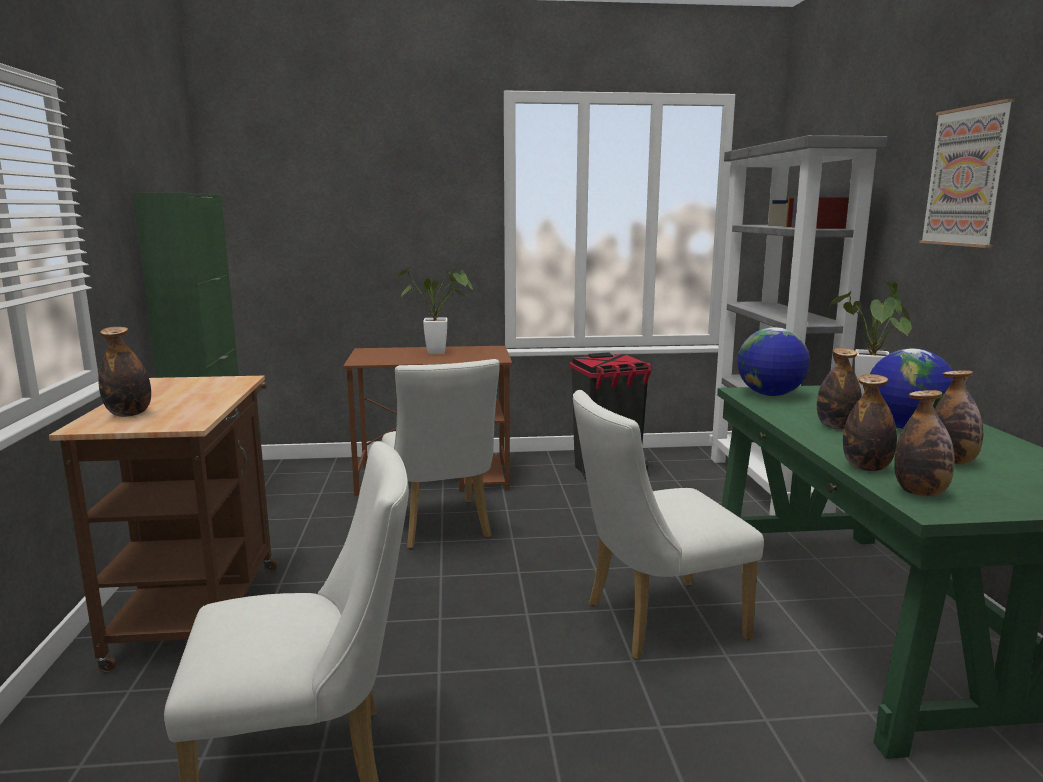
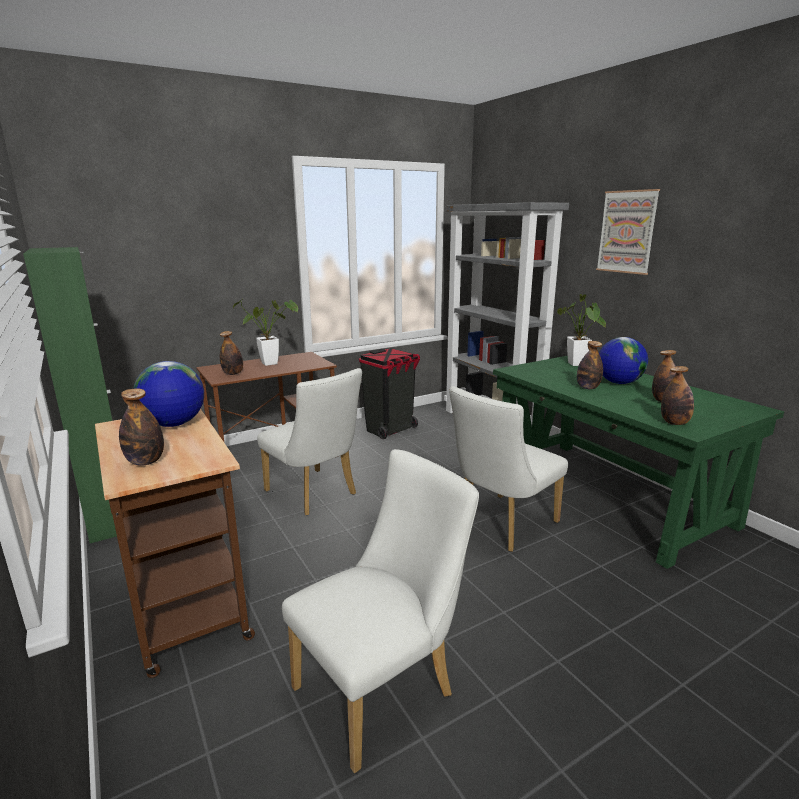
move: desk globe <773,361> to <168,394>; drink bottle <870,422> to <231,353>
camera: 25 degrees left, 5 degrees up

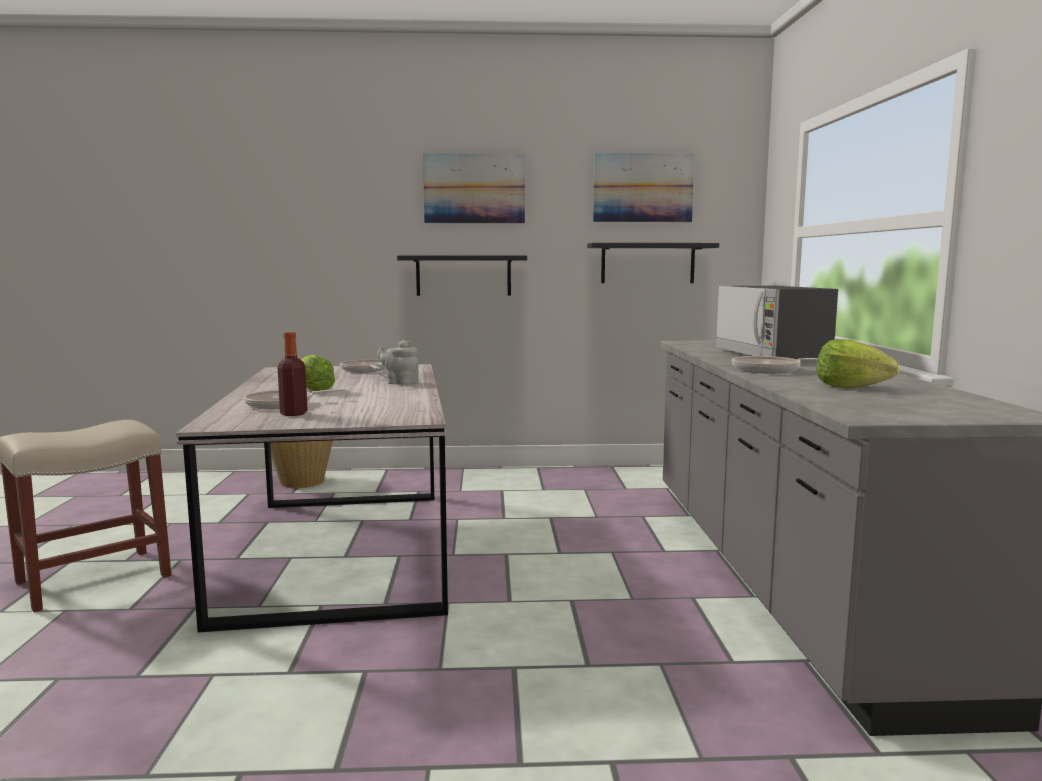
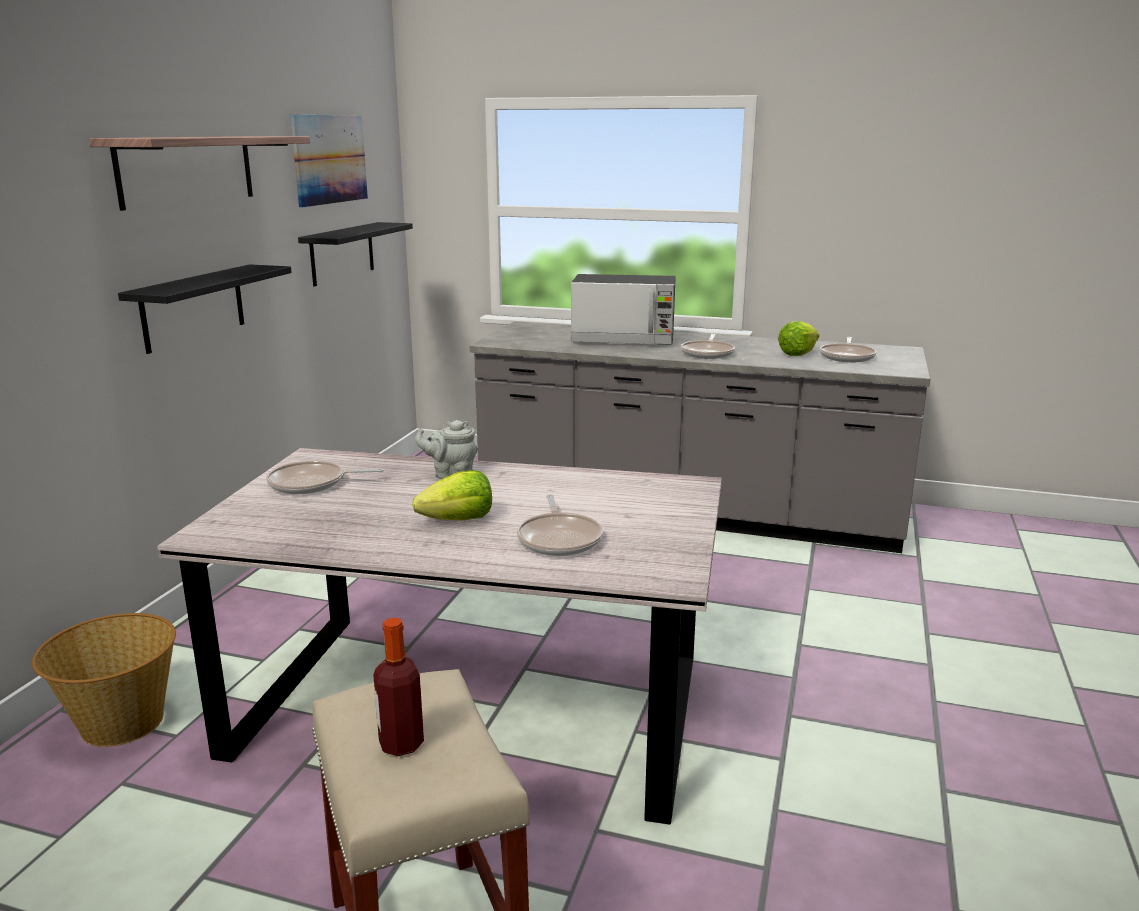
insert: skillet <848,349>
move: drink bottle <293,374> to <398,686>
replace: picture <474,188> to bracket shelf <199,173>
rotate: greyish pot for tea <397,362> = <446,449> 45 degrees clockwise
camera: 70 degrees left, 10 degrees up

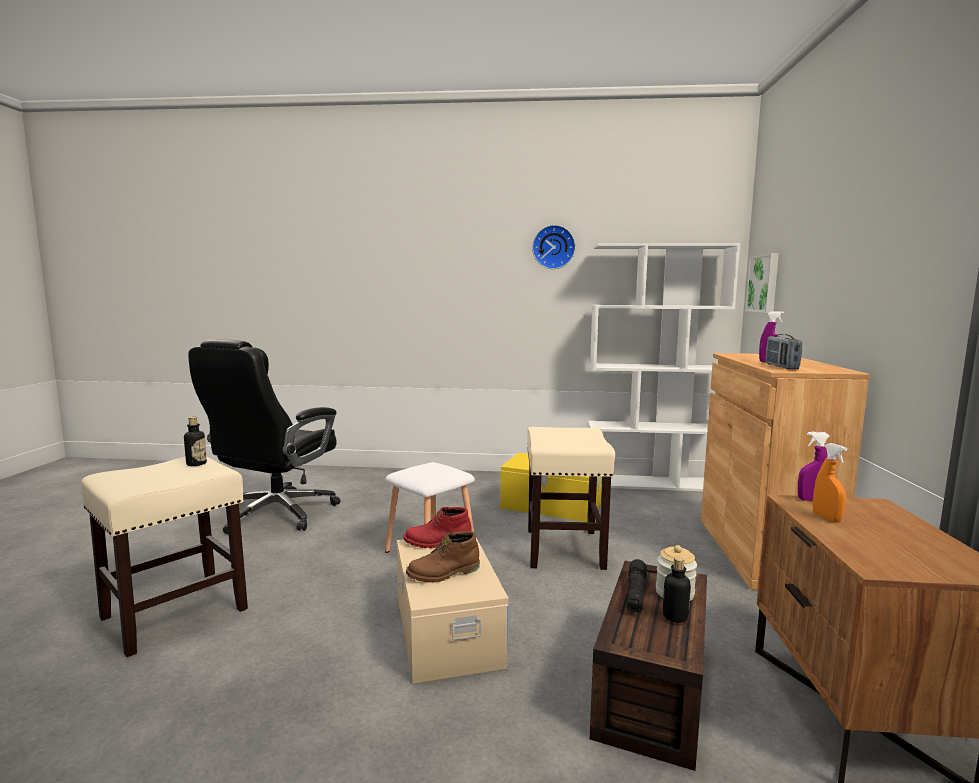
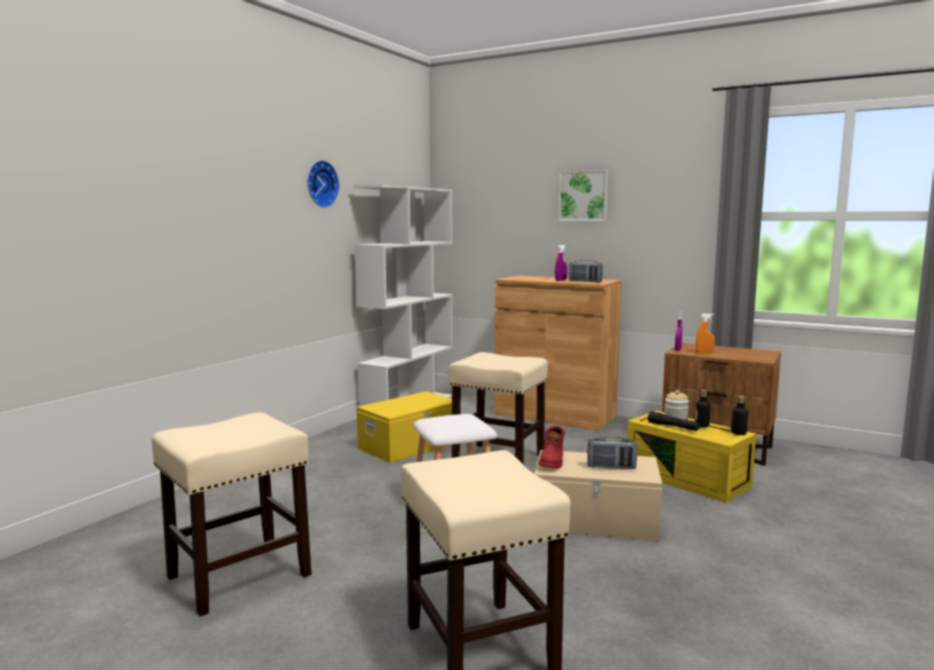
move: picture <762,283> to <583,195>; drink bottle <195,441> to <740,415>
replace: black-coloured computer chair <264,436> to beige stool seat <232,514>; brown boot <443,556> to radio <612,453>
recolor: brown storage bin <648,666> to yellow storage bin <691,457>
camera: 65 degrees left, 0 degrees up

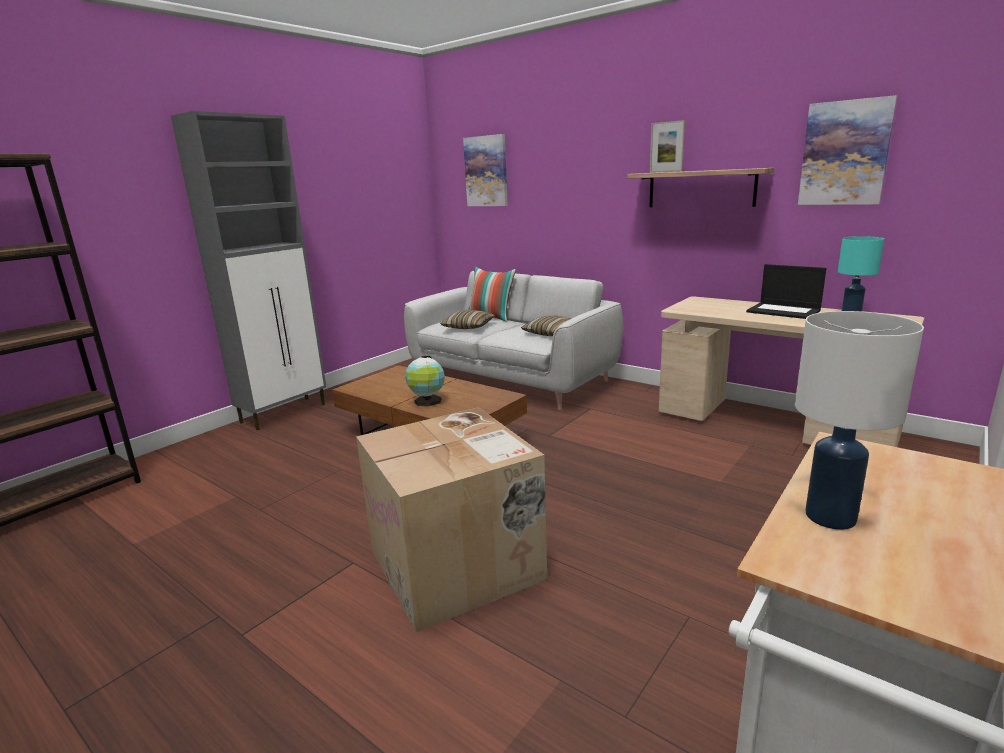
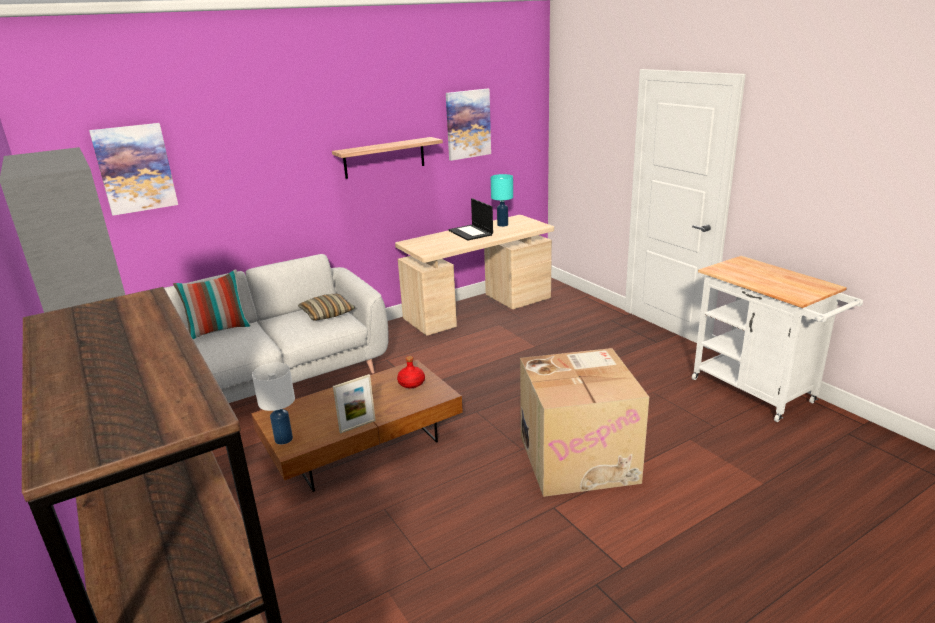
delete: desk globe <425,381>; cushion <467,319>
insert: red drink bottle <411,372>
move: whitish table lamp <859,420> to <273,403>; picture frame <667,146> to <354,404>
rotate: laptop <786,291> = <470,219> 90 degrees clockwise
camera: 70 degrees left, 5 degrees up

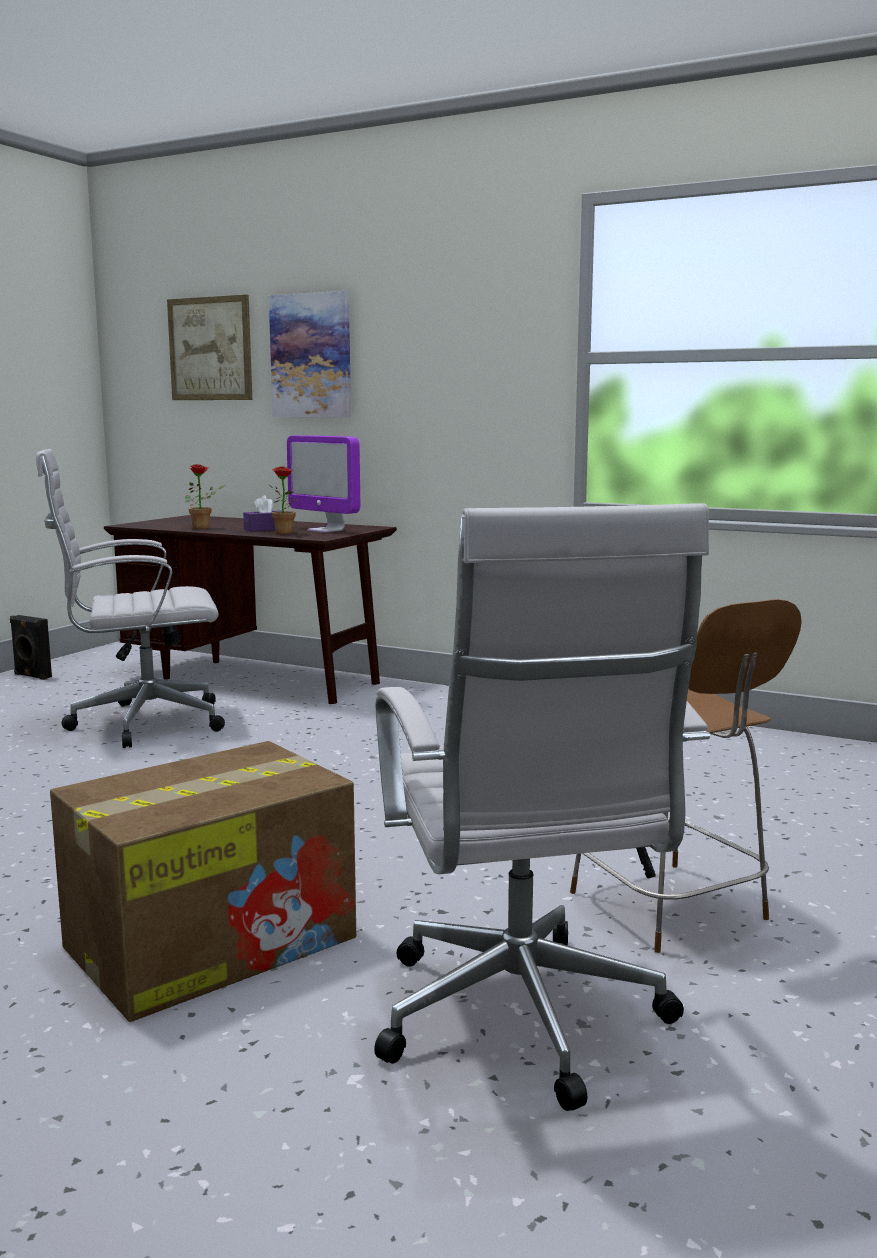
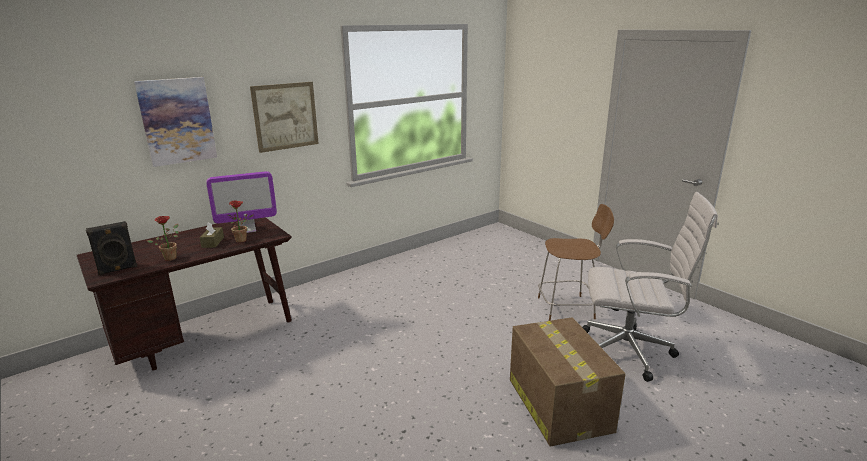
delete: whitish computer chair <130,598>
move: black-coloured speaker <31,647> to <112,248>; picture <209,347> to <284,117>
recolor: purple-coloured box of tissues <261,513> to brown box of tissues <212,235>
camera: 65 degrees left, 10 degrees up

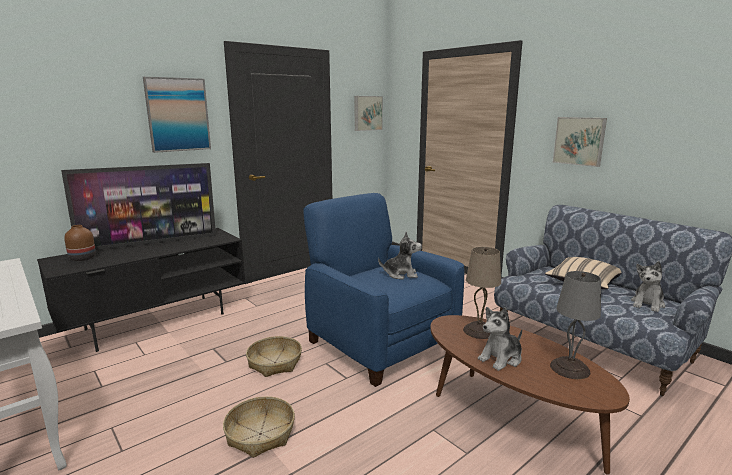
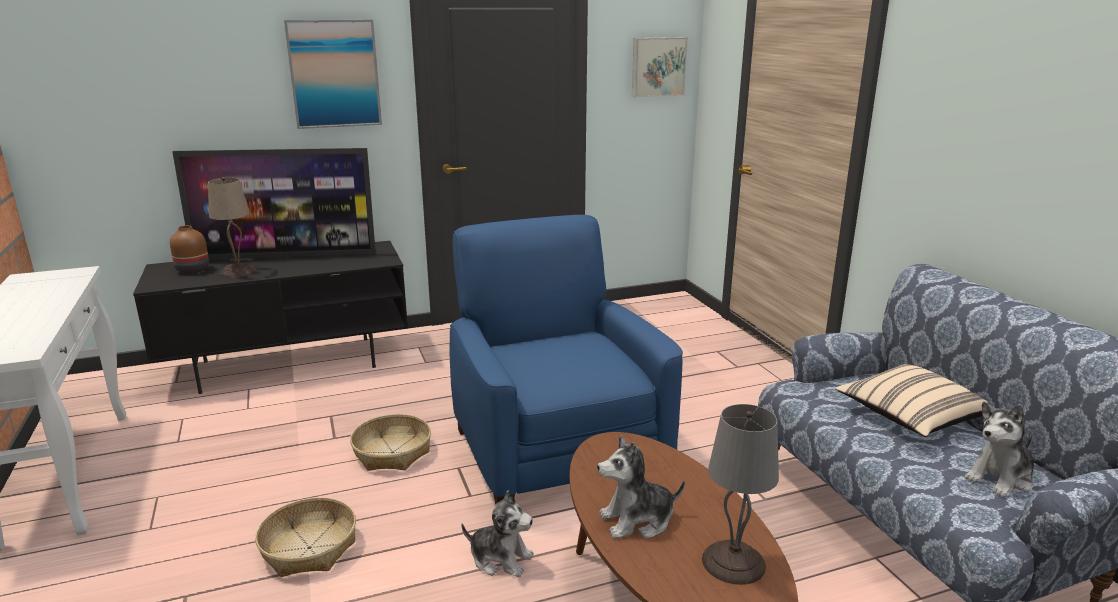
delete: picture <580,142>
move: beige table lamp <482,293> to <232,227>; plush toy <400,255> to <497,533>
camera: 20 degrees right, 5 degrees up

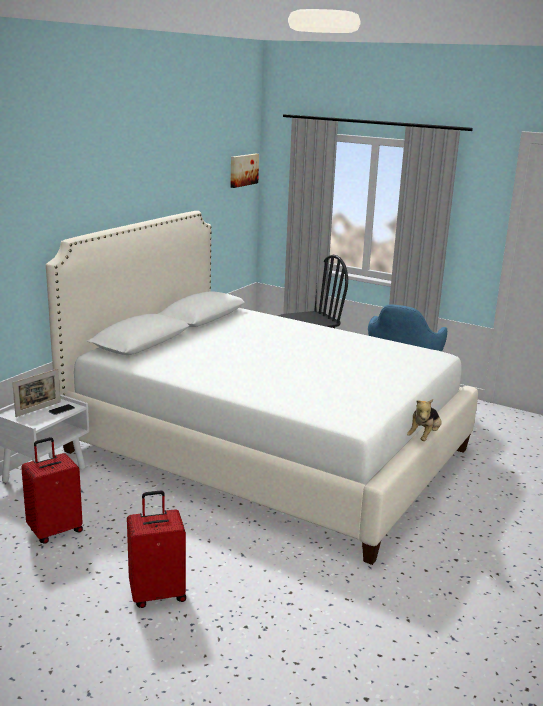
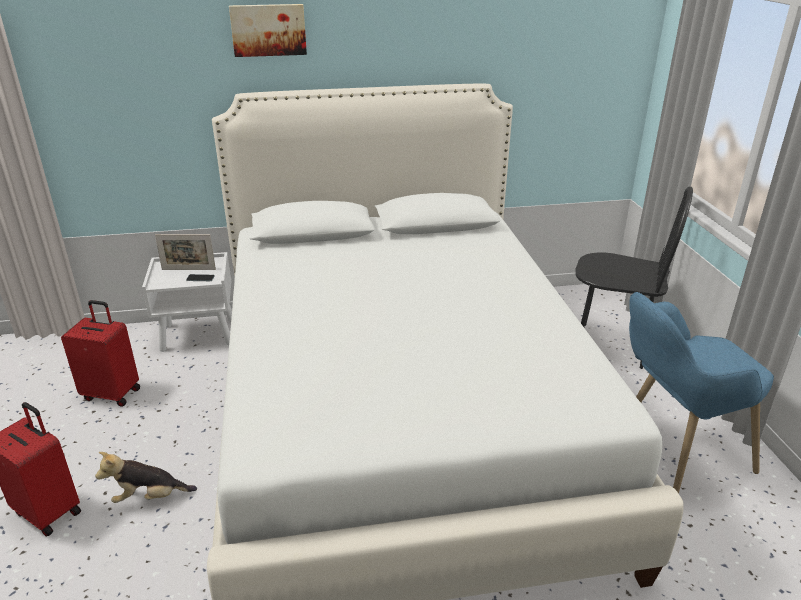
move: plush toy <424,420> to <146,477>; picture <244,170> to <268,30>
camera: 50 degrees right, 10 degrees up

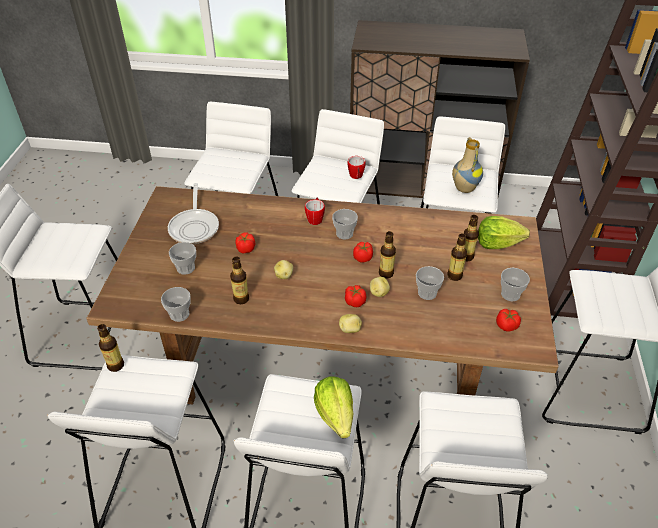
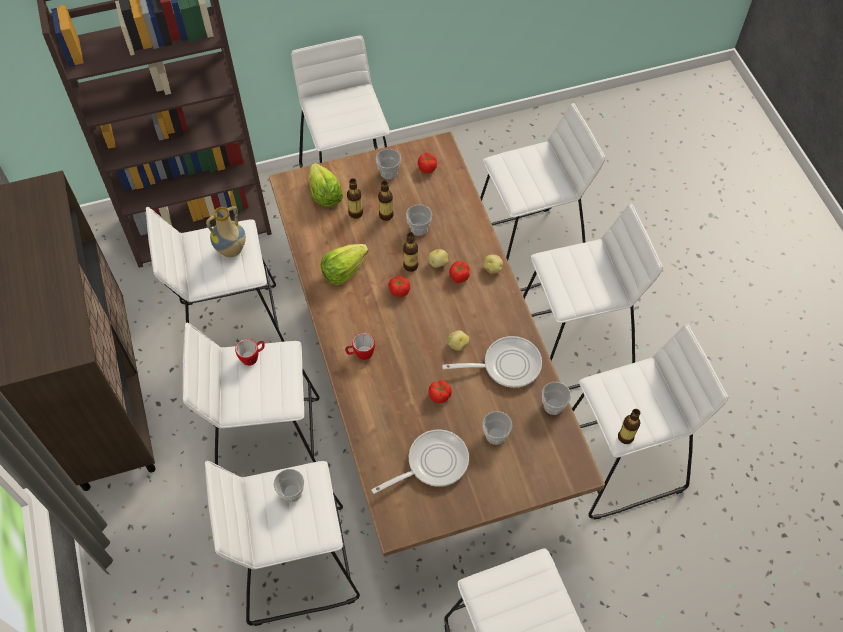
move: drinking cup <345,224> to <289,485>; lettuce head <334,407> to <344,264>
replace: drink bottle <239,280> to skillet <492,362>
camera: 115 degrees left, 15 degrees up

